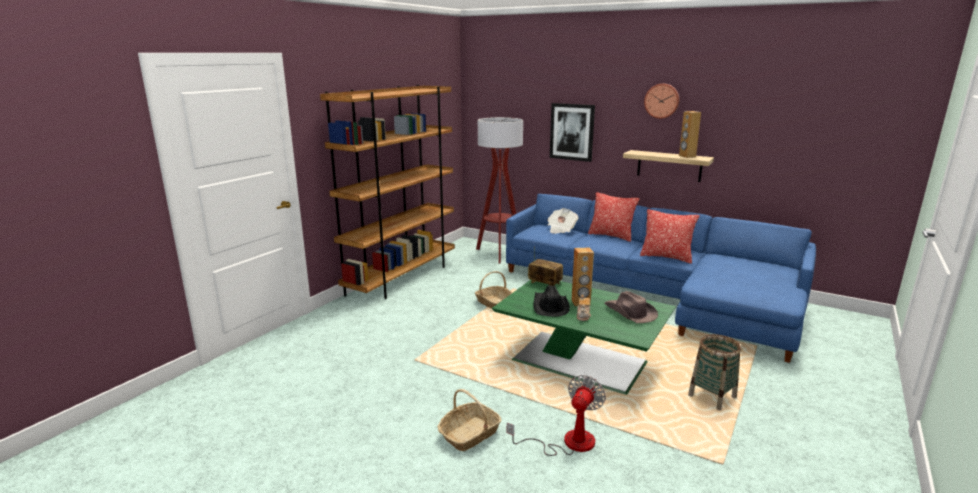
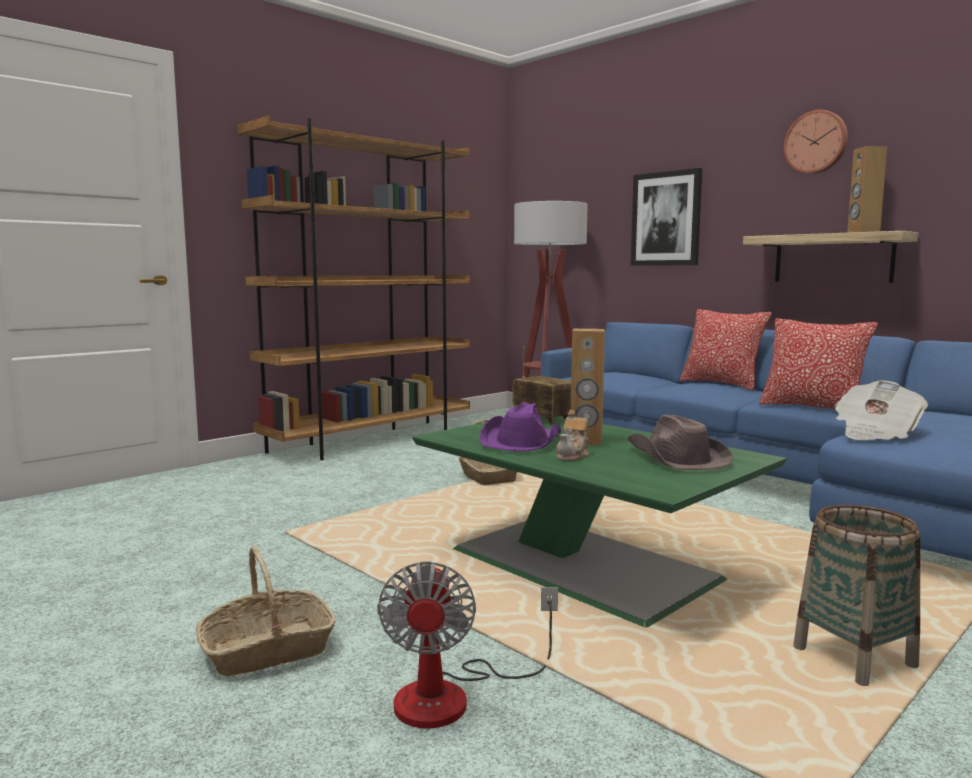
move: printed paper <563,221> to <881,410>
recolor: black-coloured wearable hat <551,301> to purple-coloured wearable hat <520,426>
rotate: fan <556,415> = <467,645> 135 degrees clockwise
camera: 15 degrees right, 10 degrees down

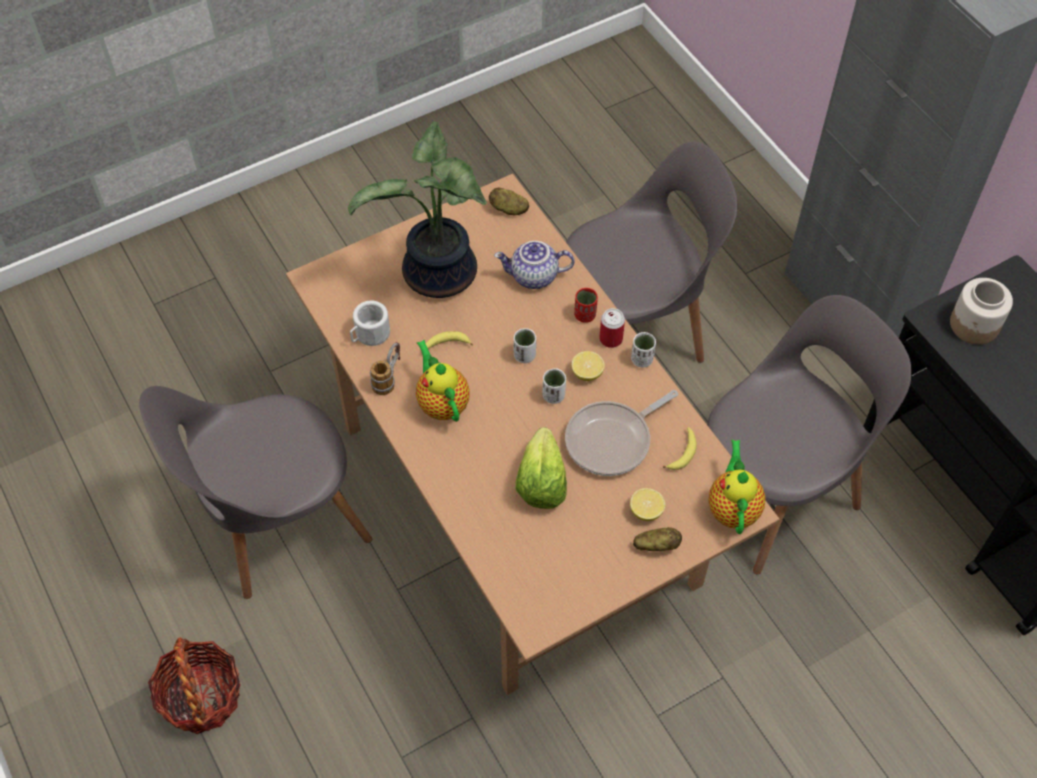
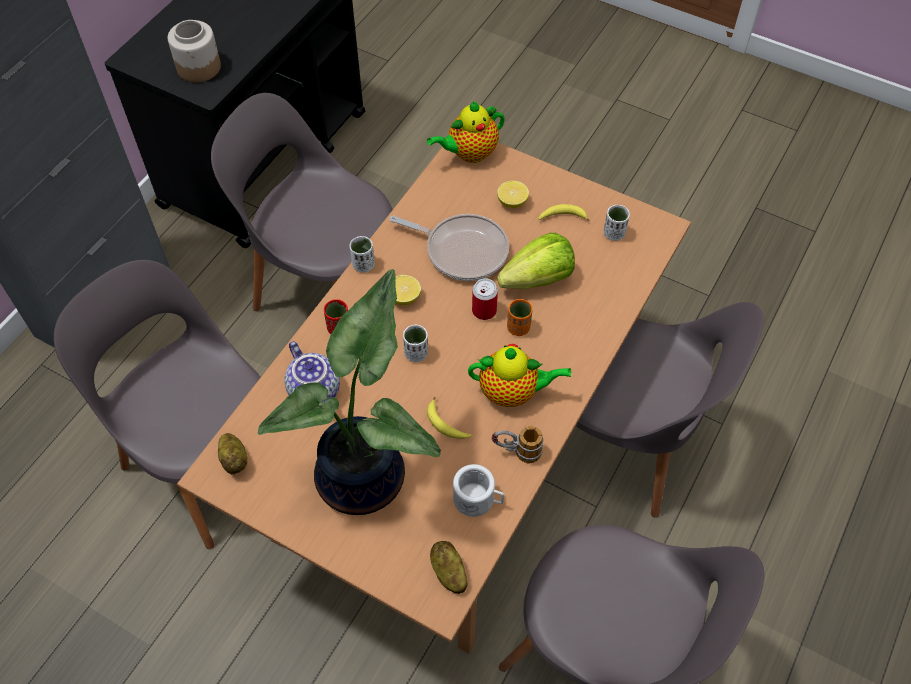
delete: household basket <194,685>
insert: orangey drinking cup <520,317>; greyish plain chair <669,410>
move: spud <657,539> to <449,567>; sealed can <612,328> to <485,299>; whole banana <680,448> to <564,212>; whitish drinking cup <554,386> to <617,223>
rotate: pot for tea <443,381> = <519,375> 120 degrees counterclockwise
camera: 120 degrees left, 0 degrees up

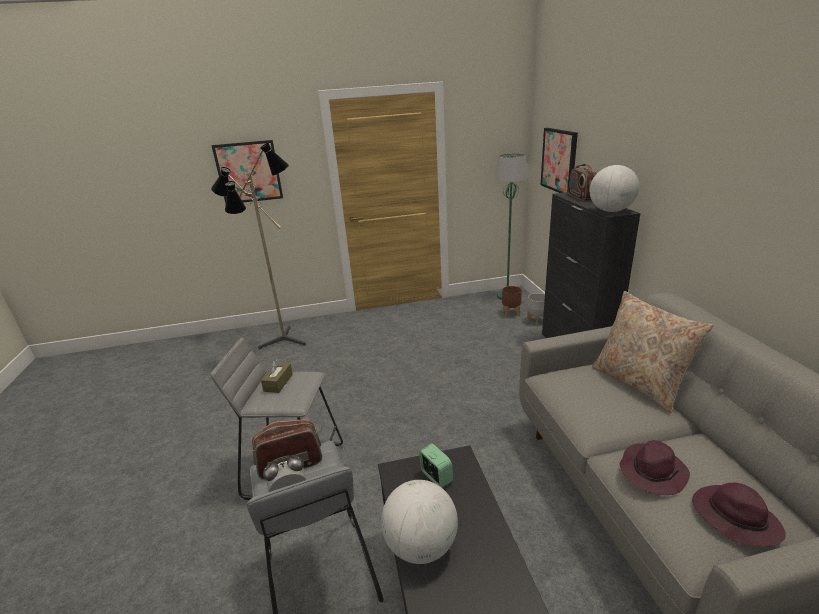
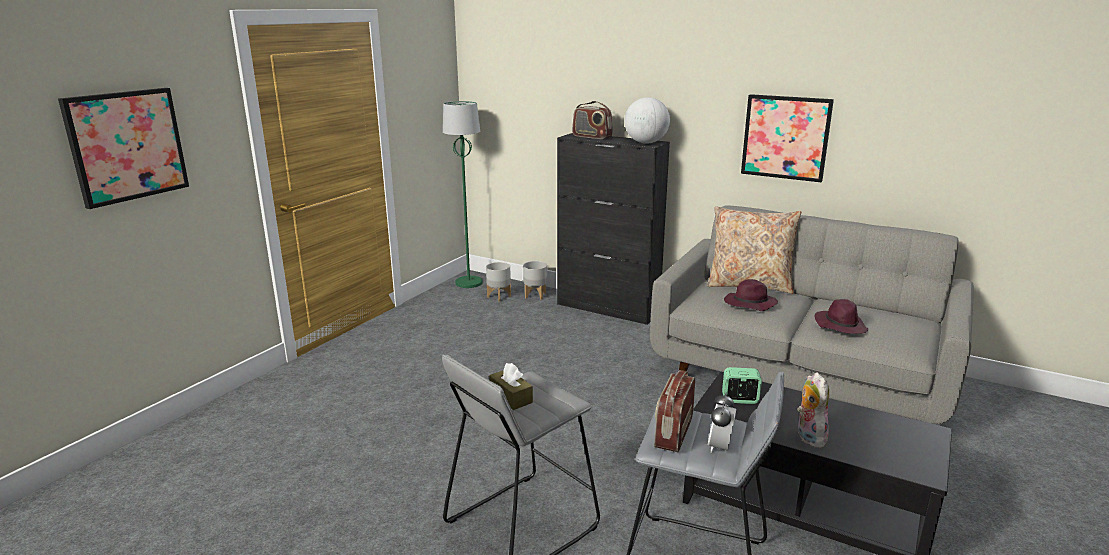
delete: standing lamp <258,246>
move: purple-coloured wearable hat <739,514> to <751,295>; picture <559,160> to <787,138>
replace: desk globe <419,522> to plush toy <813,410>
recolor: brown plant pot <512,301> to greyish plant pot <498,282>
camera: 50 degrees left, 5 degrees down

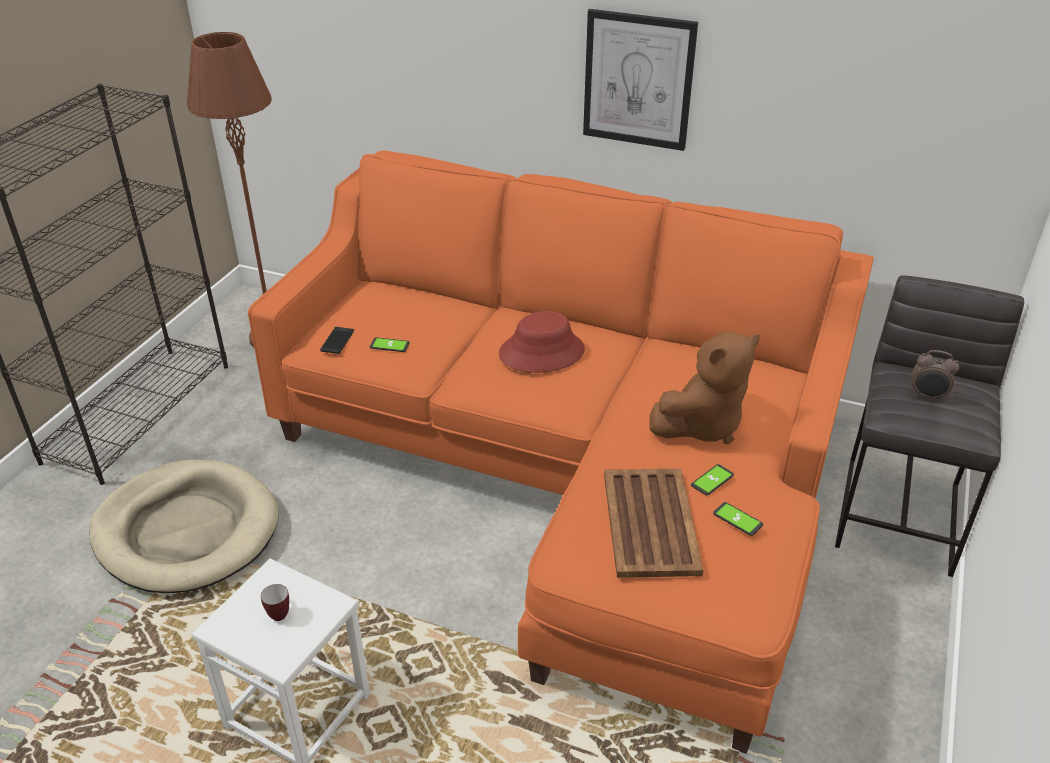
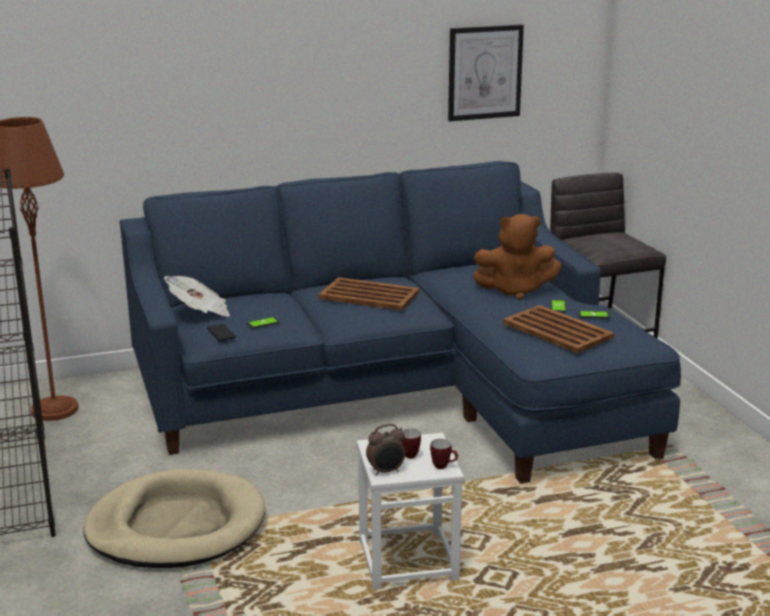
insert: printed paper <197,296>; tea mug <444,454>
move: bedside clock <935,376> to <386,450>; picture <640,80> to <486,72>
replace: red wearable hat <542,342> to brown tray <369,294>
recolor: orangey couch <561,452> to blue couch <400,322>
rotate: brown plush toy <704,388> = <517,257> 75 degrees clockwise
camera: 40 degrees left, 15 degrees down

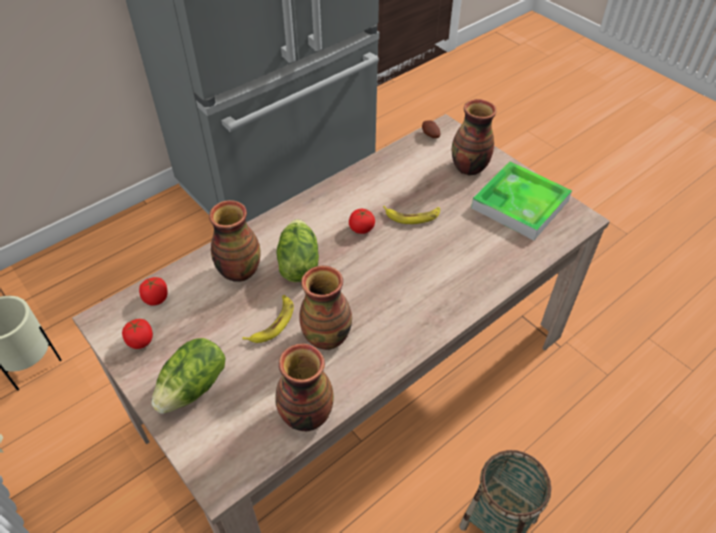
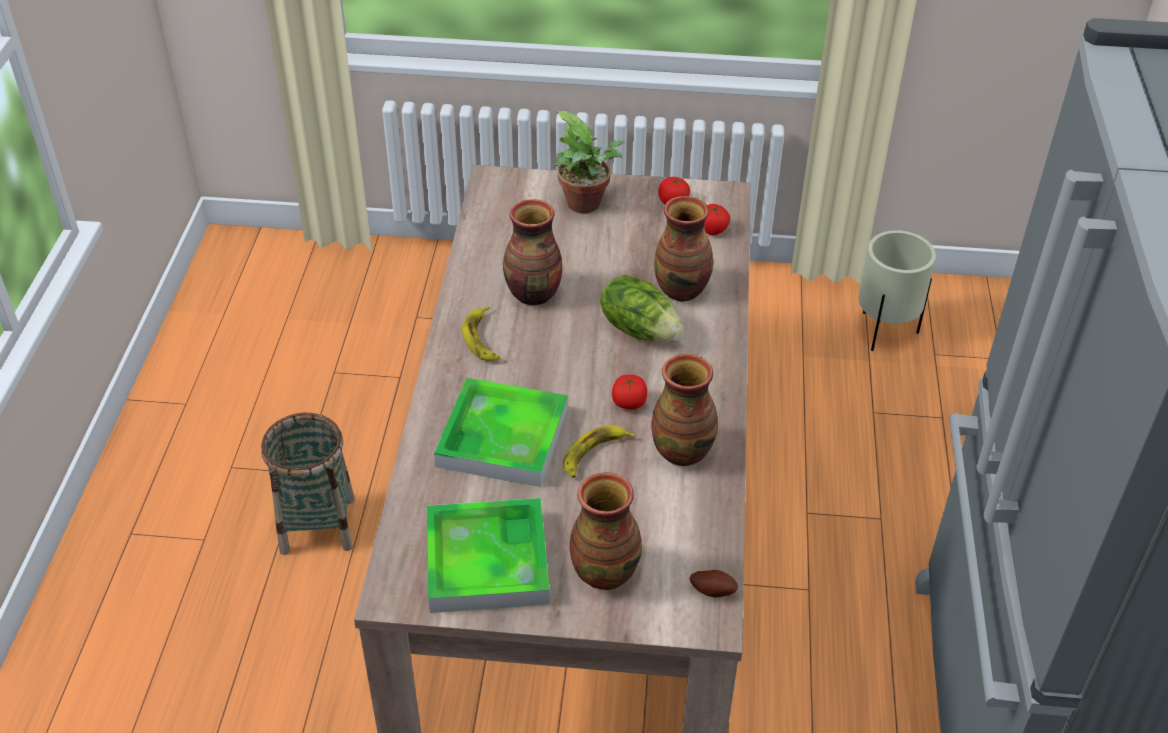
insert: tray <501,432>
move: whole banana <268,319> to <481,333>; vase <304,387> to <684,410>
replace: lettuce head <188,376> to plant in a pot <589,162>
camera: 135 degrees right, 5 degrees down

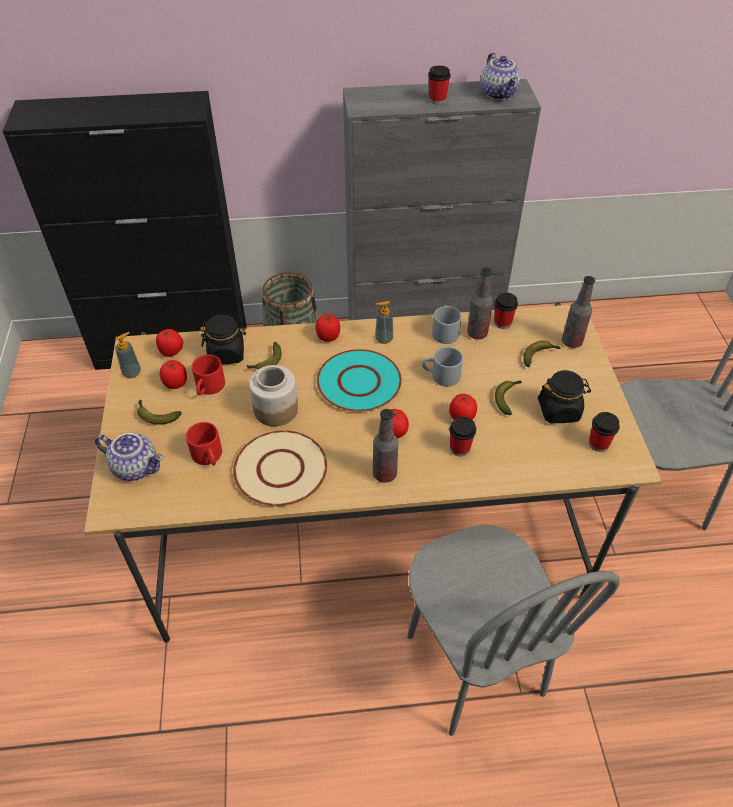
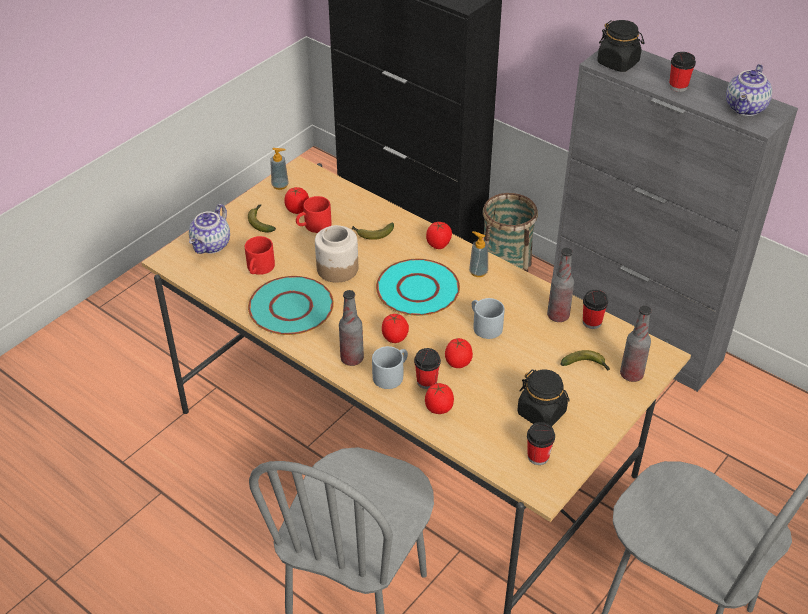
delete: whole banana <508,397>
move: greyish tea mug <446,325> to <390,367>; whole tomato <169,343> to <439,398>; black-coloured jar <223,339> to <620,46>
recolor: beige flat dish <280,468> to turquoise-coloured flat dish <291,305>
rotate: pot for tea <129,457> = <209,229> 45 degrees clockwise
camera: 45 degrees right, 5 degrees down

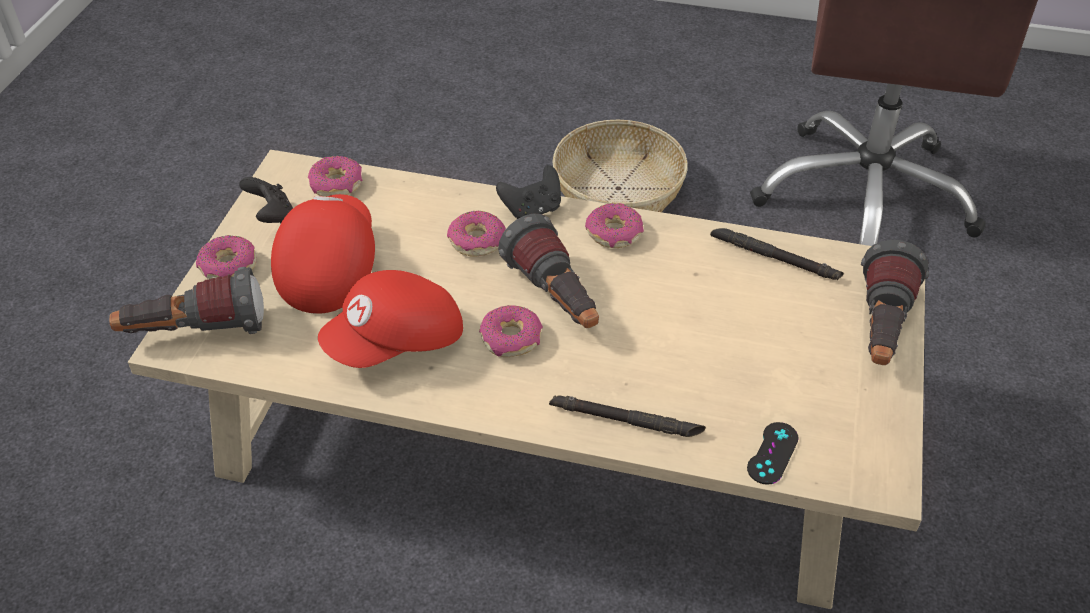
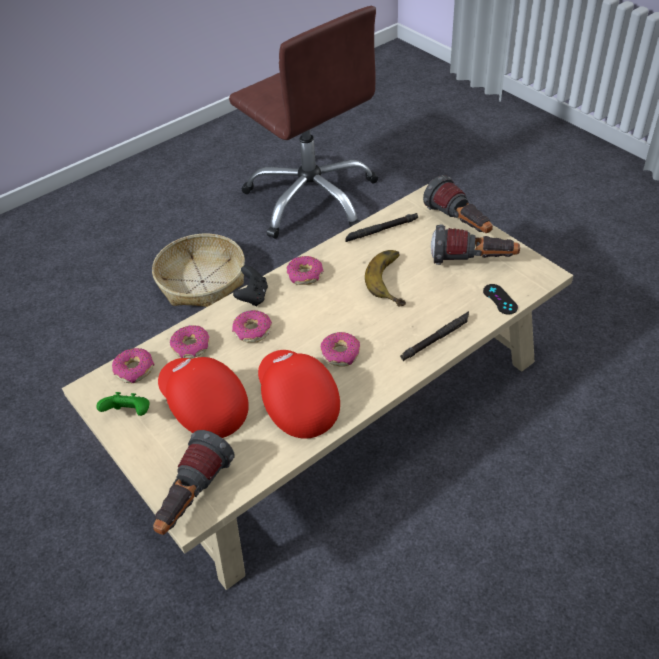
insert: whole banana <385,278>
move: donut <226,257> to <190,341>; torch <548,270> to <475,244>
recolor: black-coloured gamepad <266,200> to greenish gamepad <123,404>
rotate: red baseball cap <390,319> = <299,394> 150 degrees clockwise
camera: 50 degrees left, 0 degrees up

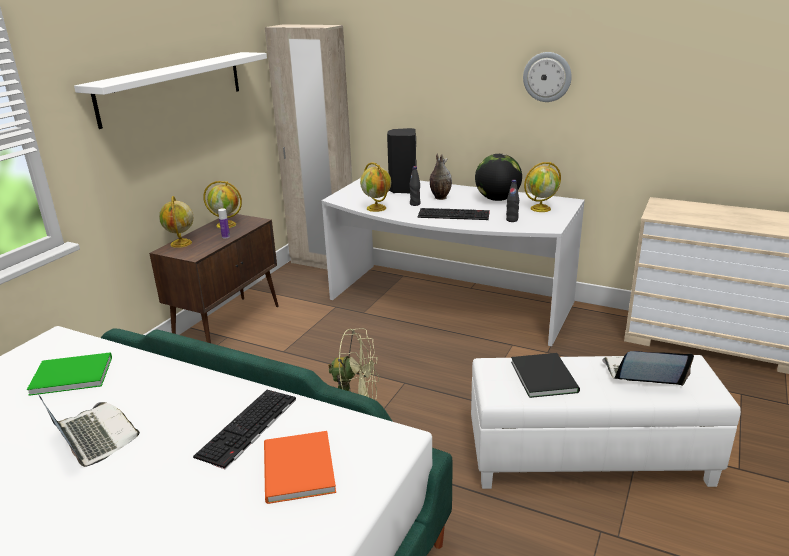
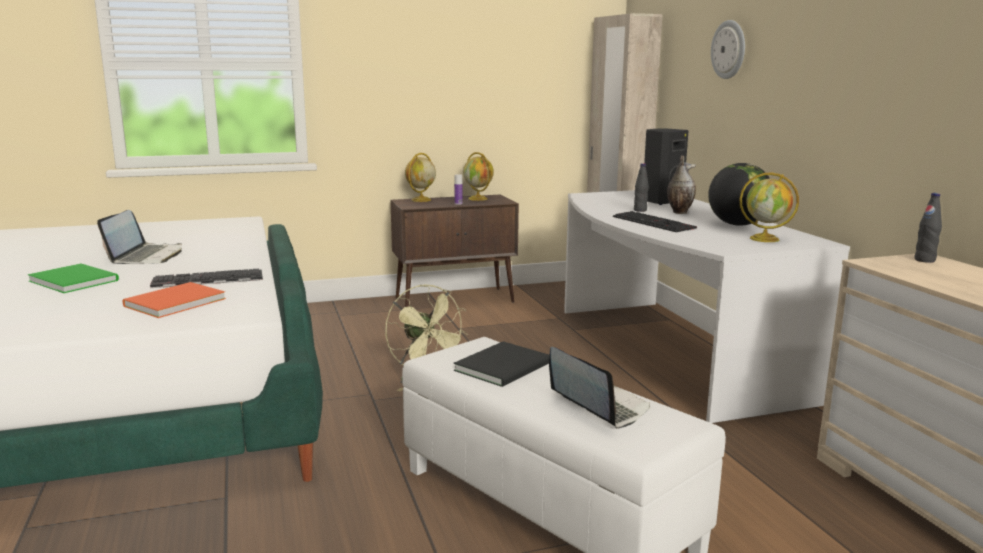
delete: whitish bracket shelf <170,90>; desk globe <375,187>
move: greenish volume <69,374> to <73,278>; hanging clock <547,77> to <728,49>; black-coloured drink bottle <512,201> to <928,228>
camera: 45 degrees right, 10 degrees down

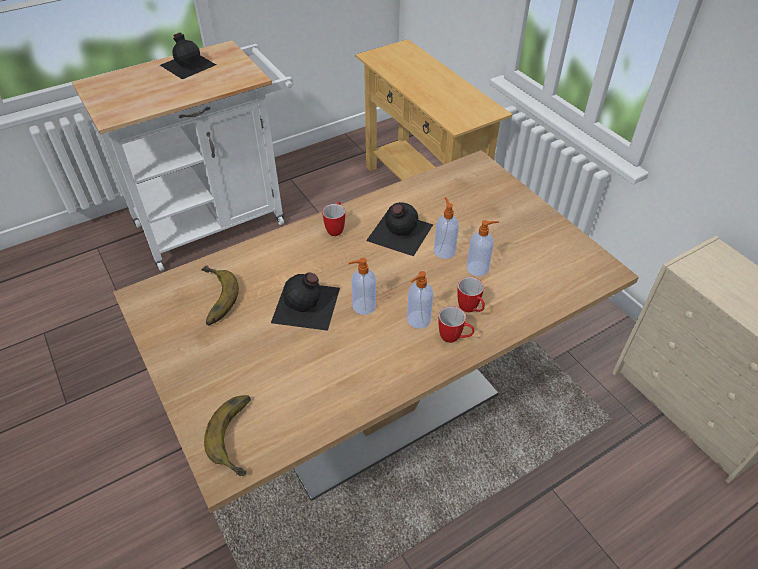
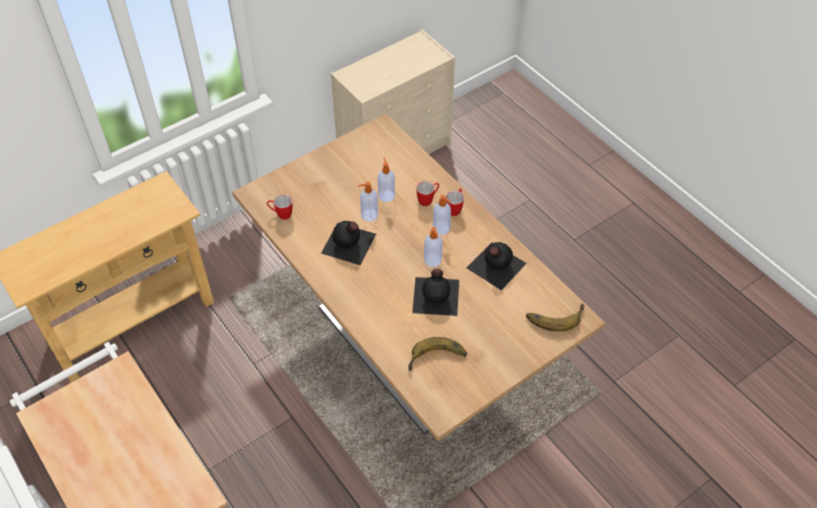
move: tea mug <333,219> to <279,207>; black-coloured drink bottle <188,55> to <497,266>
camera: 95 degrees left, 5 degrees up

